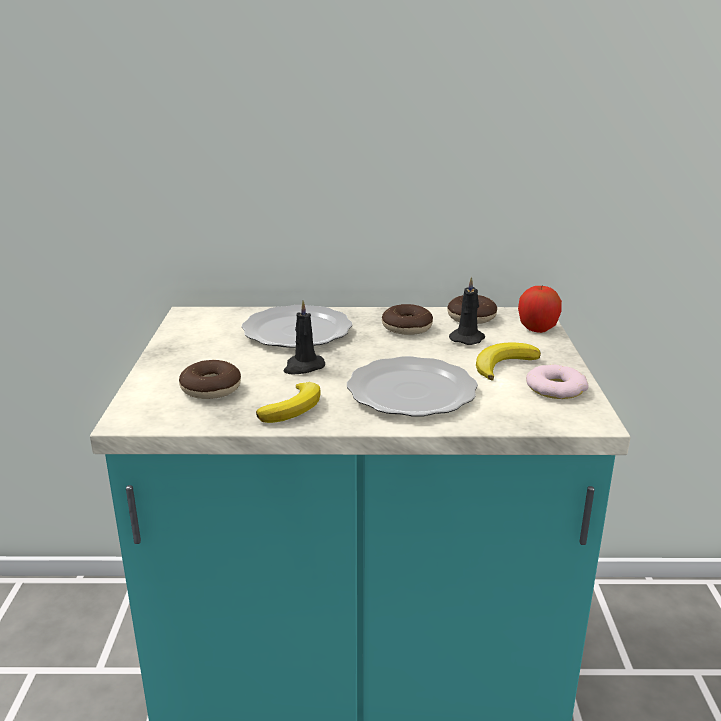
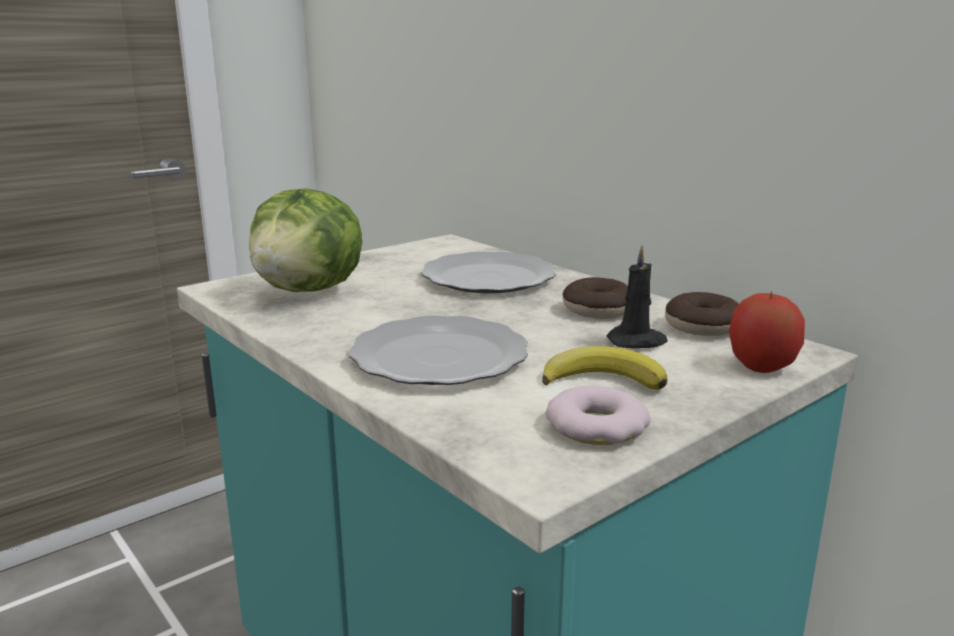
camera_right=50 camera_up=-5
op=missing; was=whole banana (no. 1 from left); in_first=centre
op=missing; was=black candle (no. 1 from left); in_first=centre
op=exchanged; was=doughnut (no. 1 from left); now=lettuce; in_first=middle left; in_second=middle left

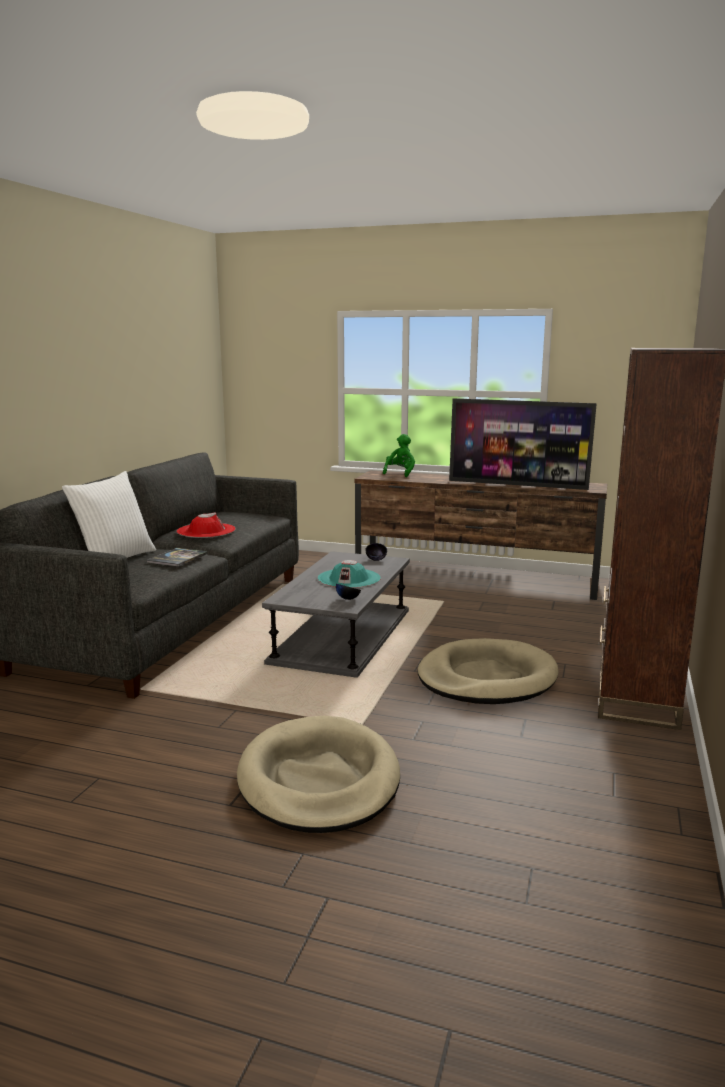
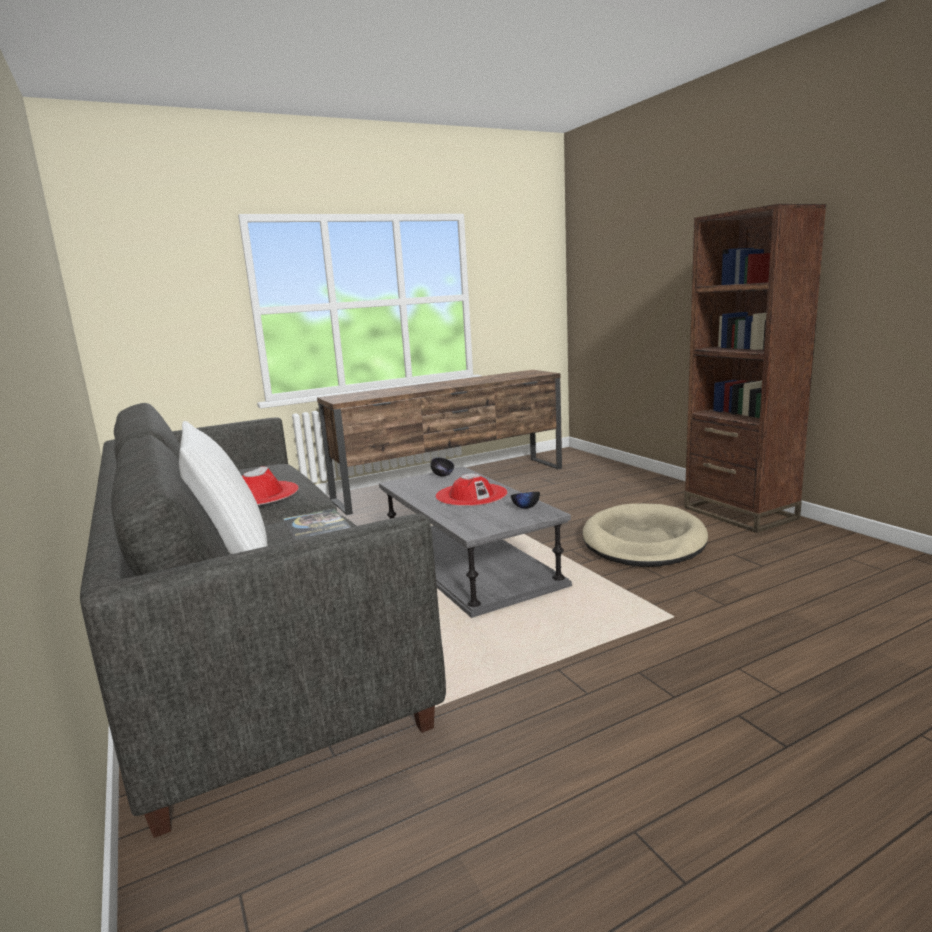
camera_right=-45 camera_up=0
op=missing; was=sand-coloured pet bed (no. 1 from left); in_first=bottom centre
op=missing; was=greenish soft toy; in_first=centre
op=missing; was=television; in_first=middle right
op=colour; was=turquoise-coloured wearable hat; now=red wearable hat (no. 2 from left); in_first=centre; in_second=centre

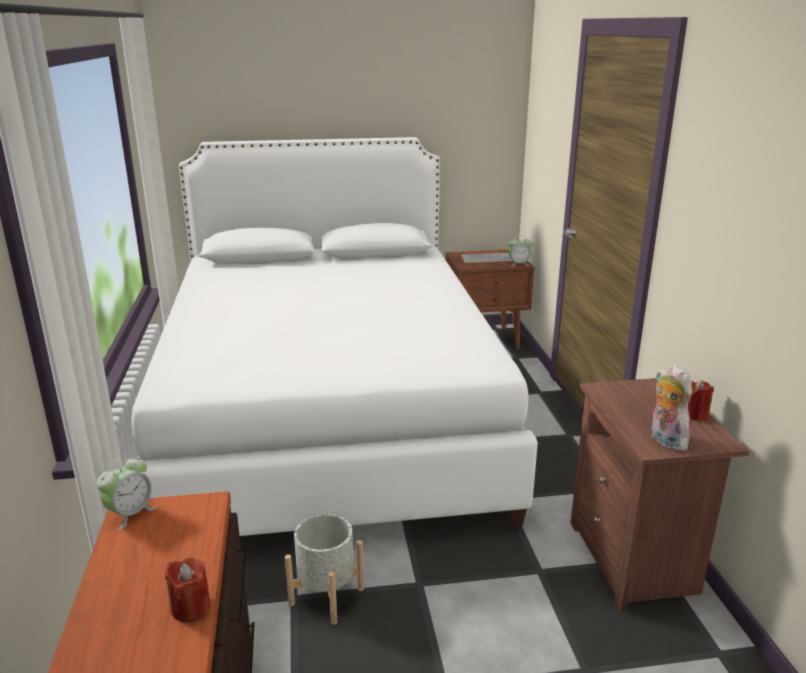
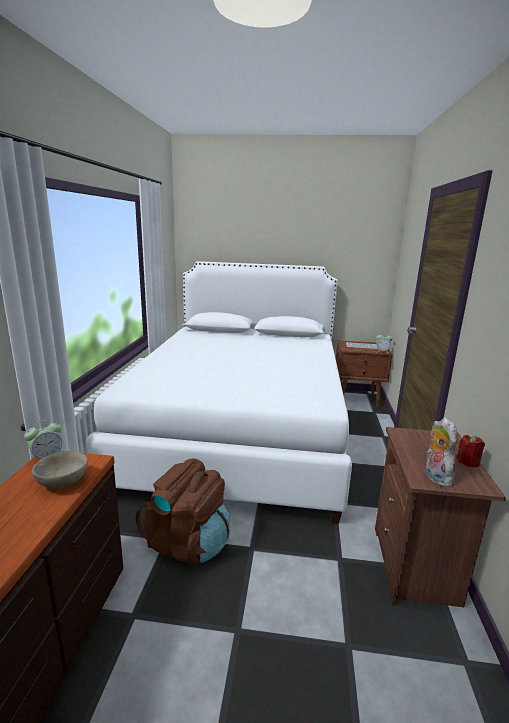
camera_right=15 camera_up=-5
op=missing; was=red candle (no. 1 from left); in_first=bottom left
op=appeared; now=sand-coloured bowl; in_second=middle left
op=exchanged; was=greyish flower pot; now=brownish backpack; in_first=bottom centre; in_second=bottom centre

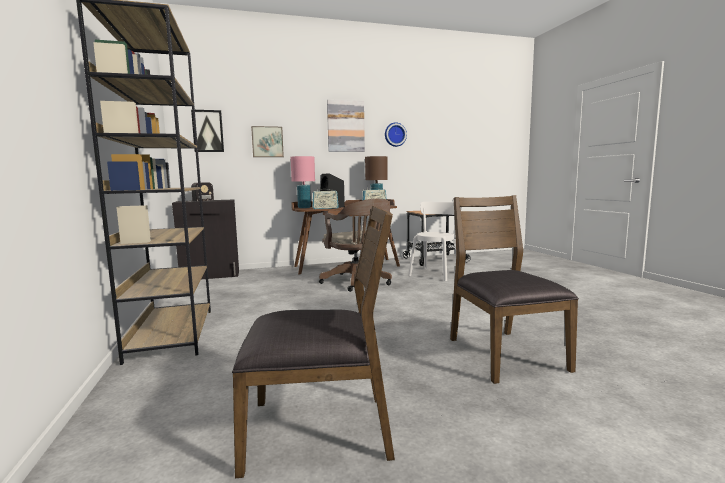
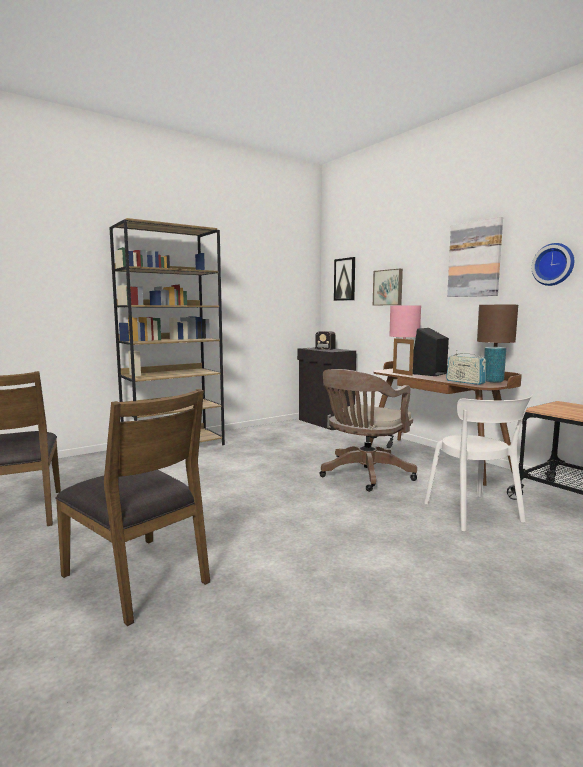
camera_right=70 camera_up=0
op=exchanged; was=radio (no. 2 from left); now=picture frame; in_first=centre; in_second=middle right
op=spun; was=white upright chair; in_first=centre; in_second=middle right; clockwise=60
op=spun; was=brownish upright chair (no. 2 from left); in_first=middle right; in_second=middle left; clockwise=75

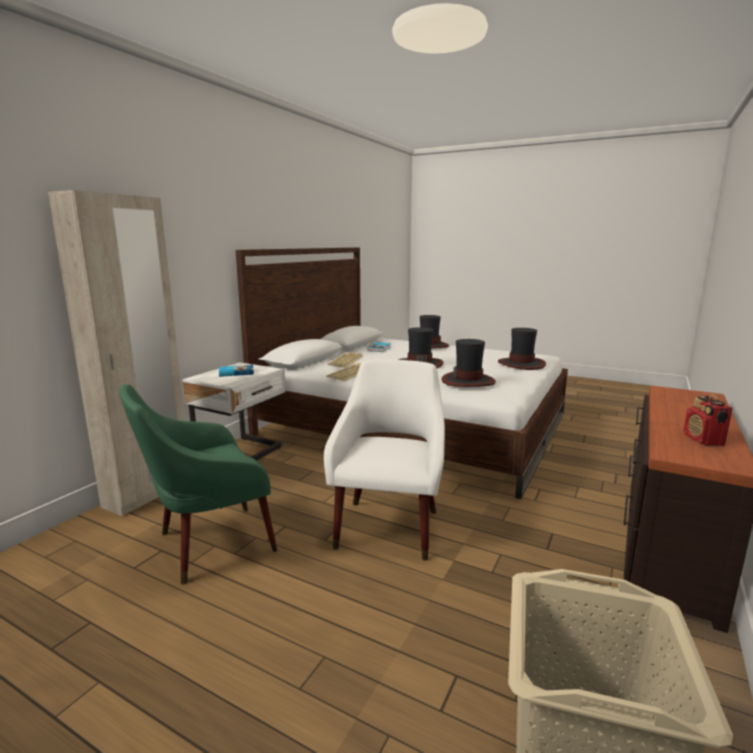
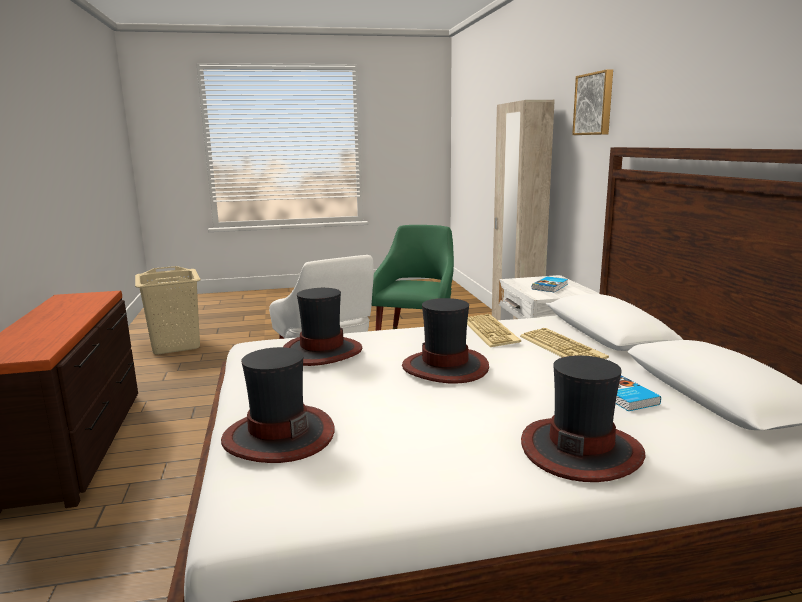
camera_right=140 camera_up=0
op=missing; was=radio; in_first=middle right
op=appeared; now=wall art; in_second=top right

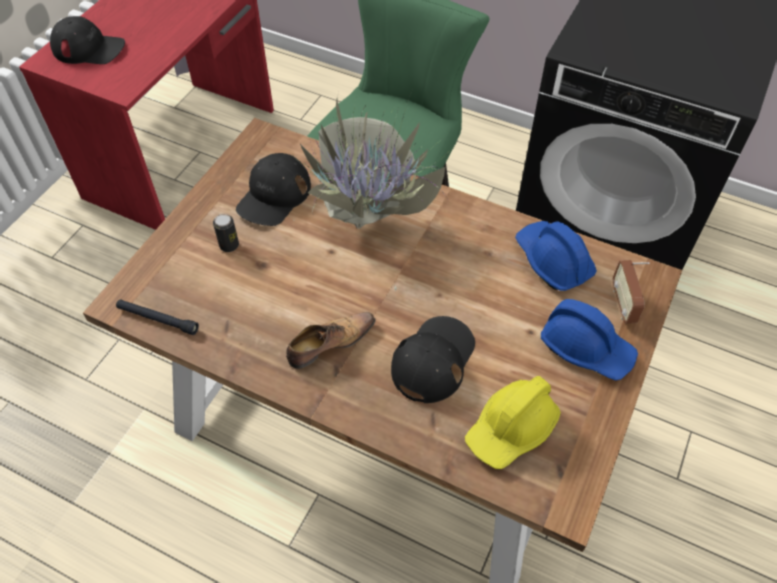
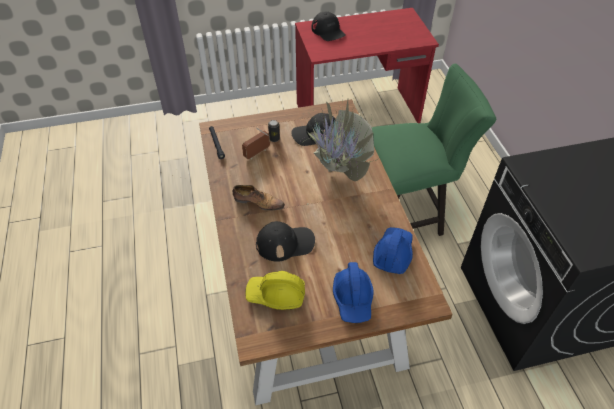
camera_right=50 camera_up=-5
op=relocated; was=radio; in_first=middle right; in_second=centre

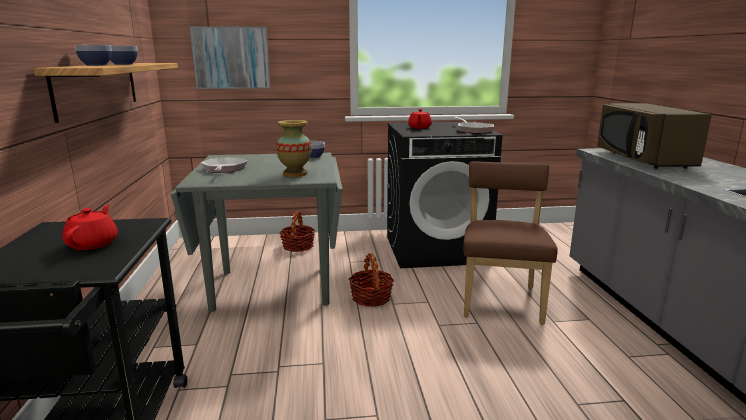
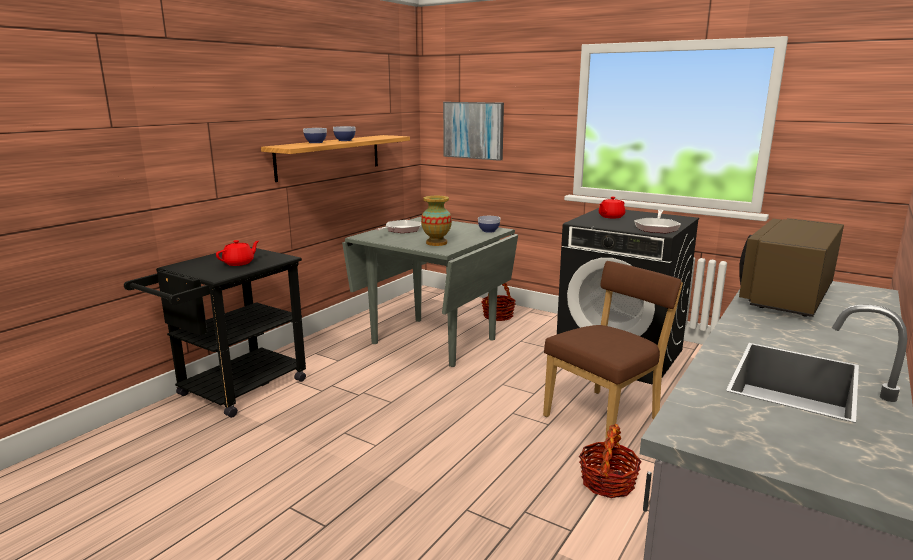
camera_right=40 camera_up=0
op=relocated; was=storage basket (no. 2 from left); in_first=bottom centre; in_second=bottom right

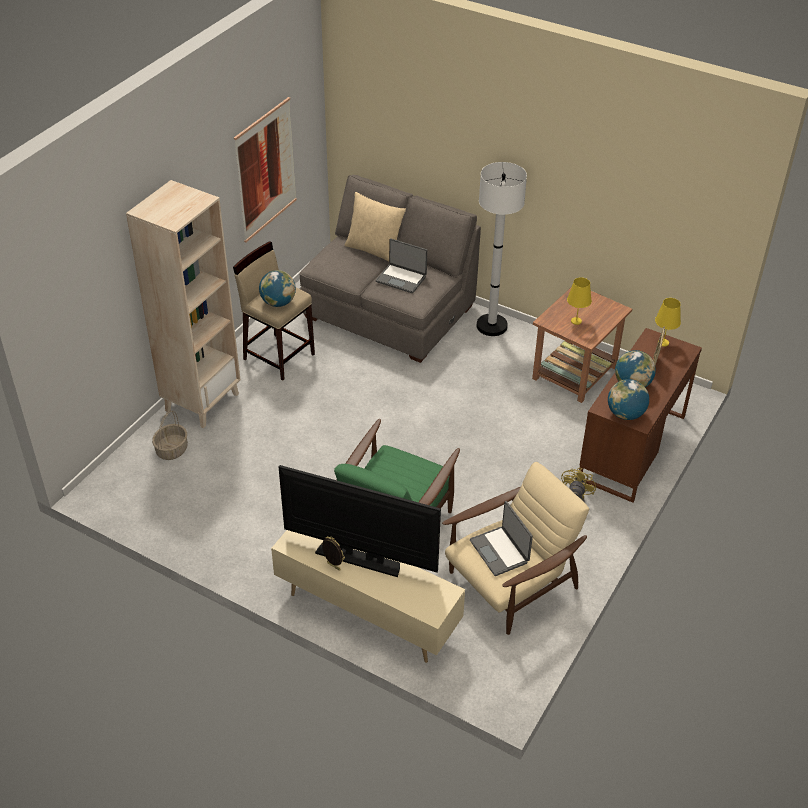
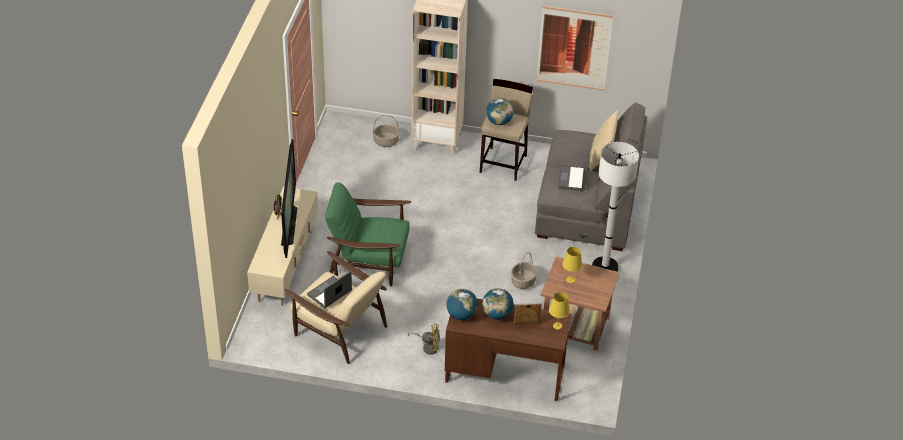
camera_right=70 camera_up=0
op=appeared; now=storage basket (no. 2 from left); in_second=centre

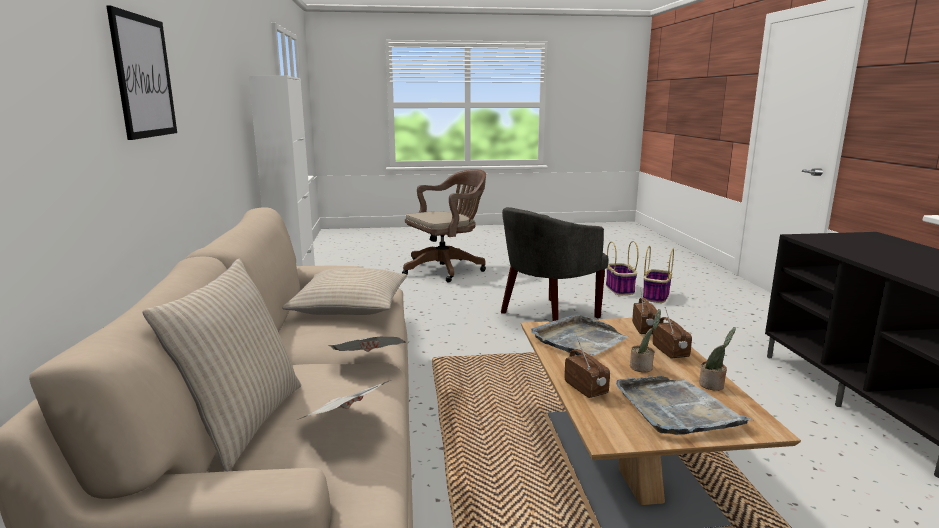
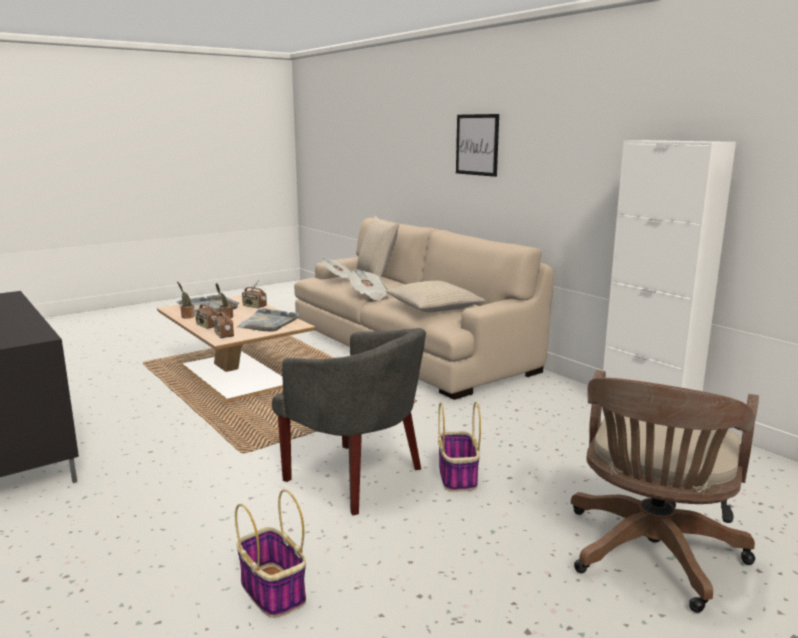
camera_right=150 camera_up=0
op=relocated; was=storage basket (no. 2 from left); in_first=middle right; in_second=bottom centre
op=spun; was=greyish lounge chair; in_first=centre; in_second=centre; clockwise=105

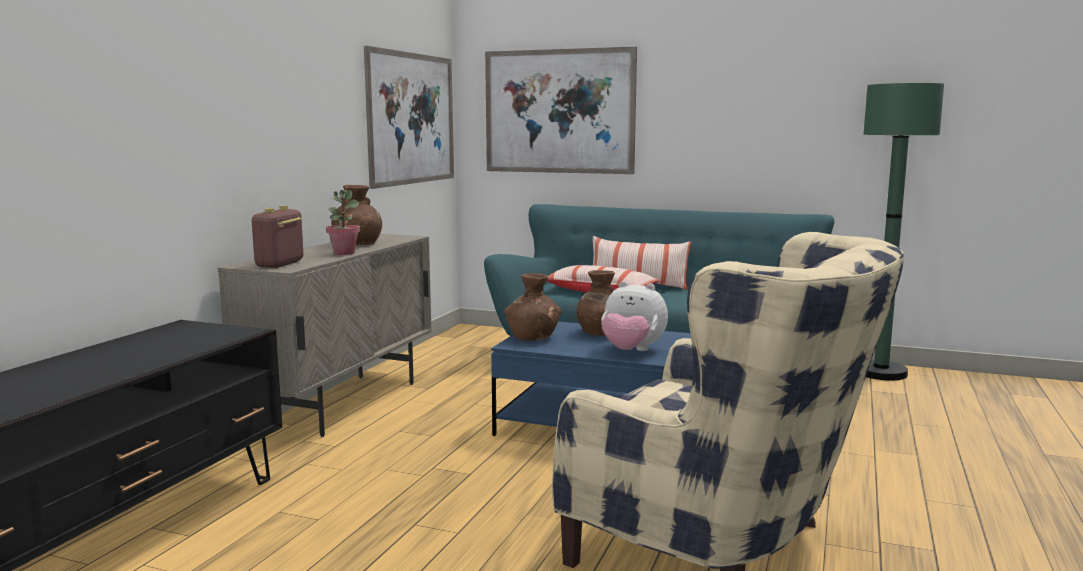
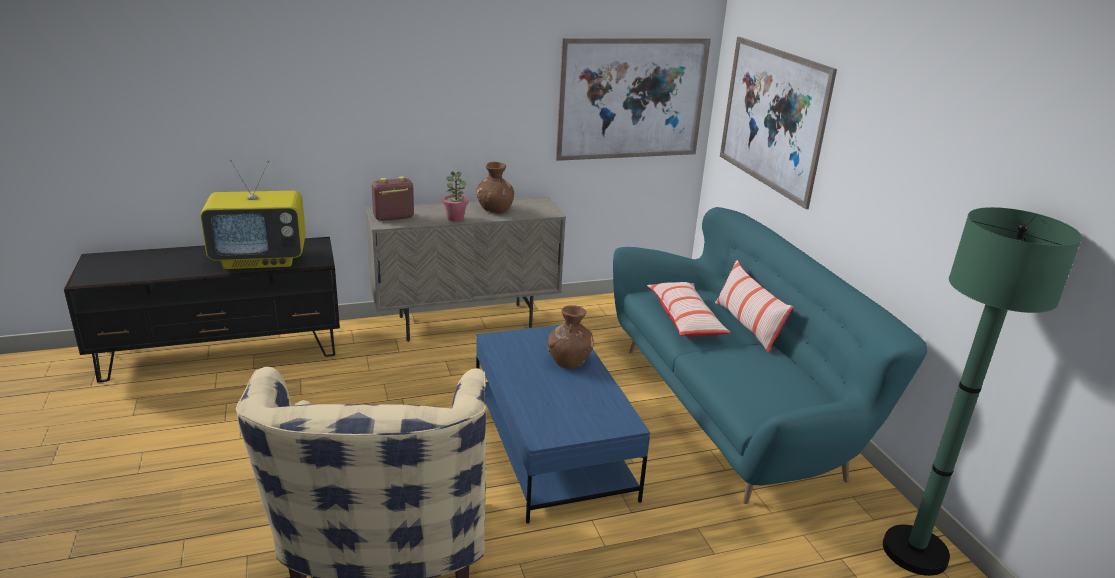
camera_right=50 camera_up=15
op=missing; was=brownish vase (no. 2 from left); in_first=centre
op=missing; was=soft toy; in_first=centre
op=appeared; now=television; in_second=middle left

